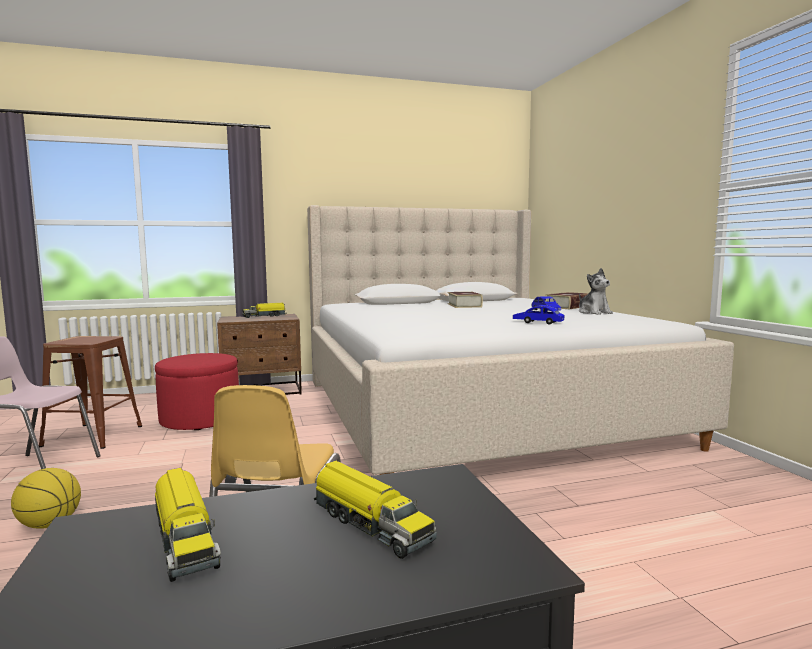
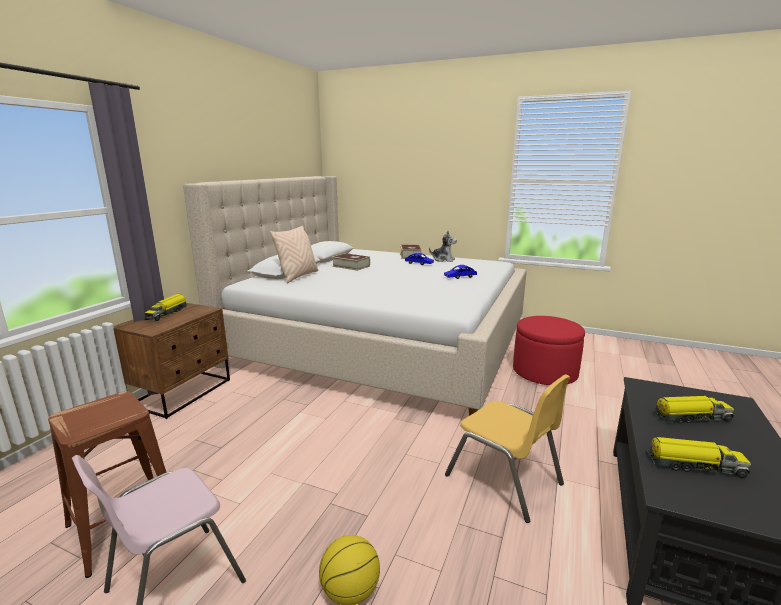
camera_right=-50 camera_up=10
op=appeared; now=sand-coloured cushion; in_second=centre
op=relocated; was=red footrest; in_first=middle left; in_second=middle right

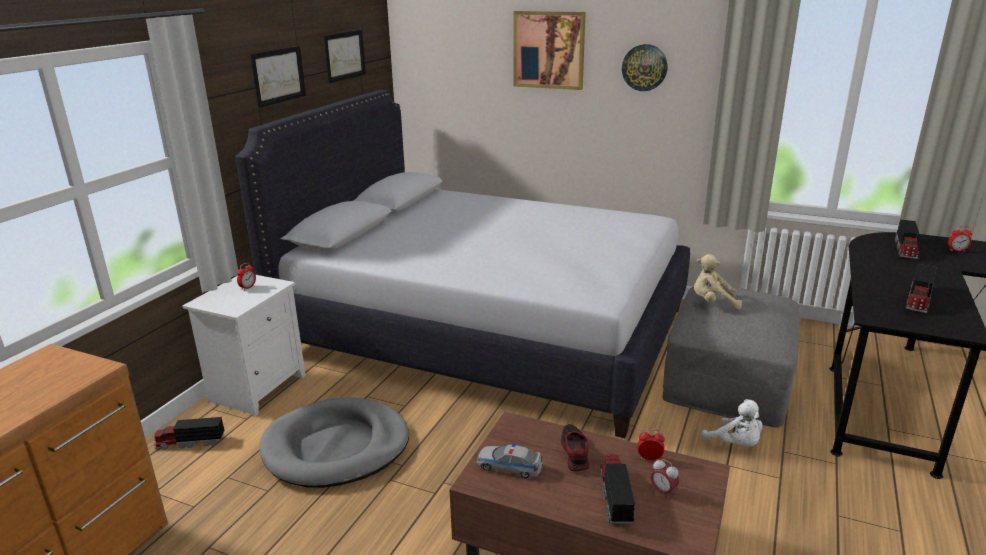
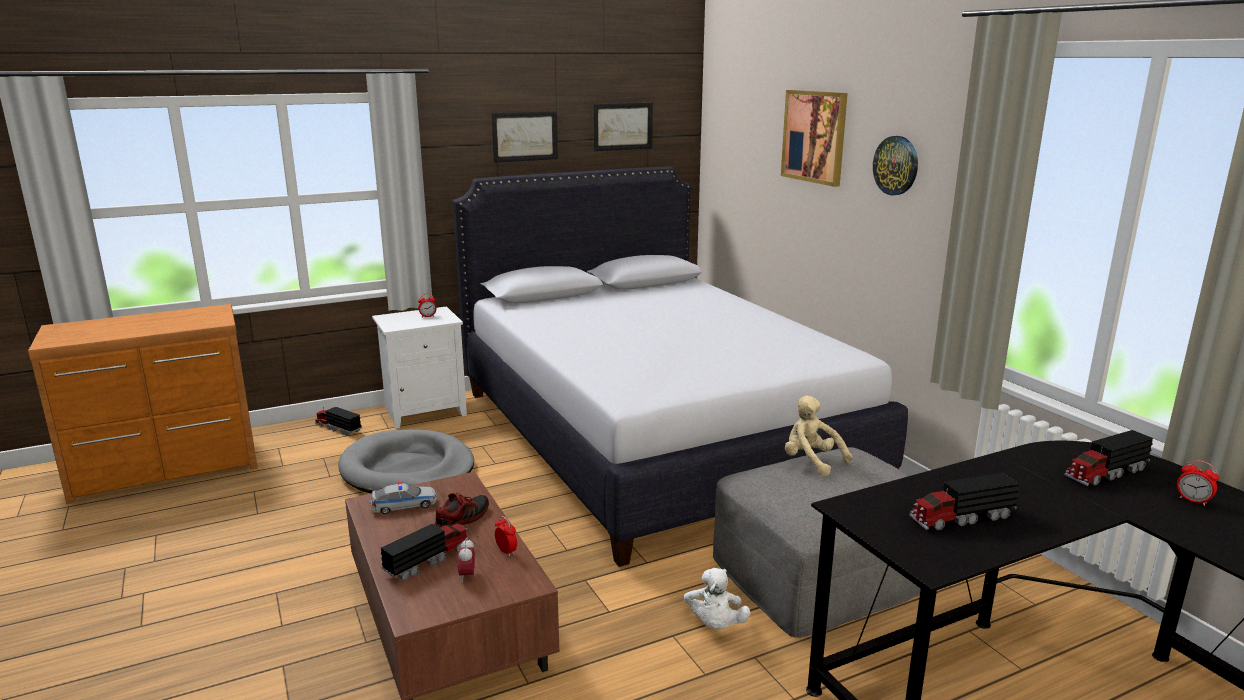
camera_right=40 camera_up=-5
op=spun; was=toy car; in_first=bottom centre; in_second=bottom left; clockwise=105

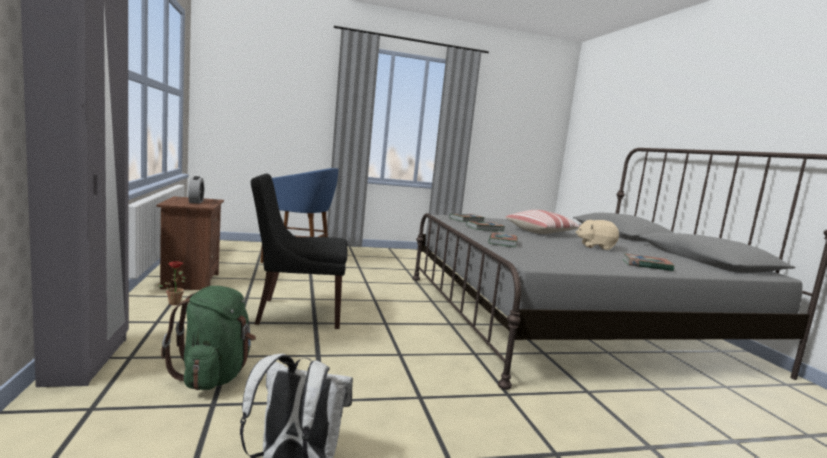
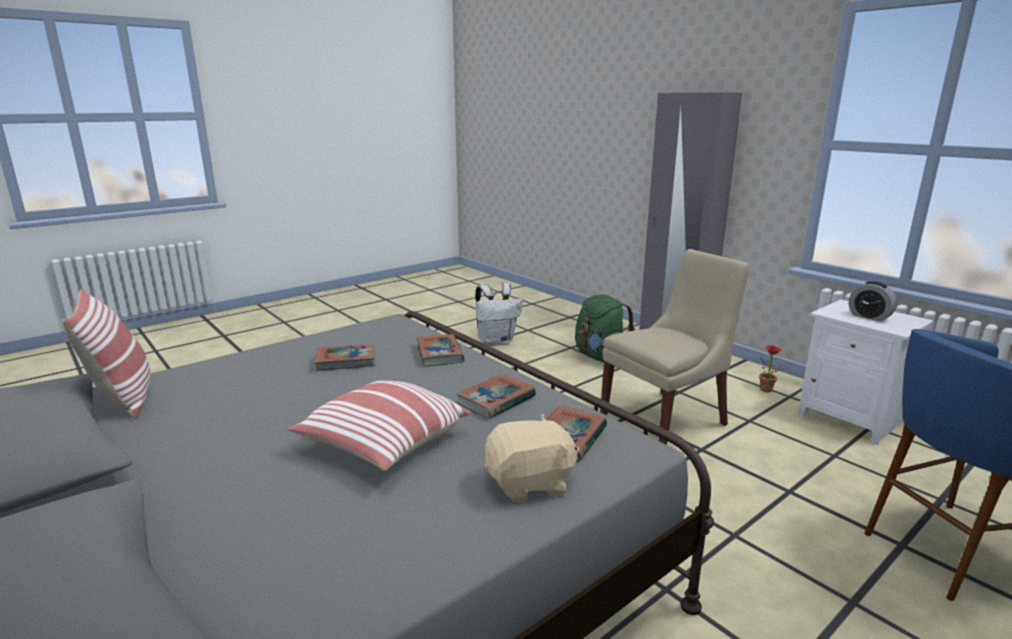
camera_right=155 camera_up=10
op=appeared; now=cushion (no. 1 from left); in_second=middle left
op=relocated; was=sand-coloured soft toy; in_first=middle right; in_second=bottom centre
op=relocated; was=bound book (no. 4 from left in the first image); now=bound book (no. 1 from left); in_first=middle right; in_second=centre
op=colour; was=brownish night table; now=white night table; in_first=middle left; in_second=middle right
op=colour; was=black upright chair; now=sand-coloured upright chair; in_first=centre; in_second=middle right

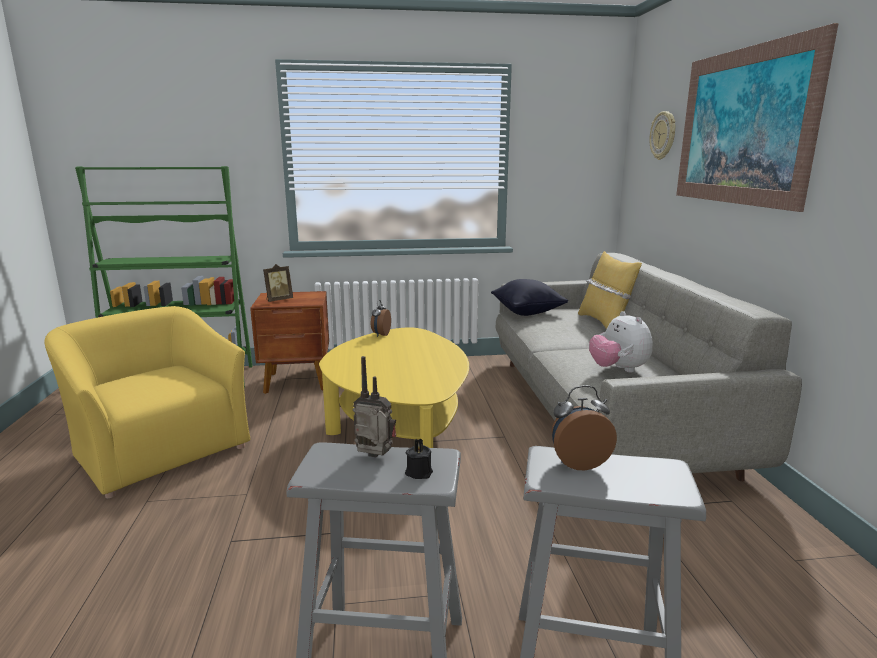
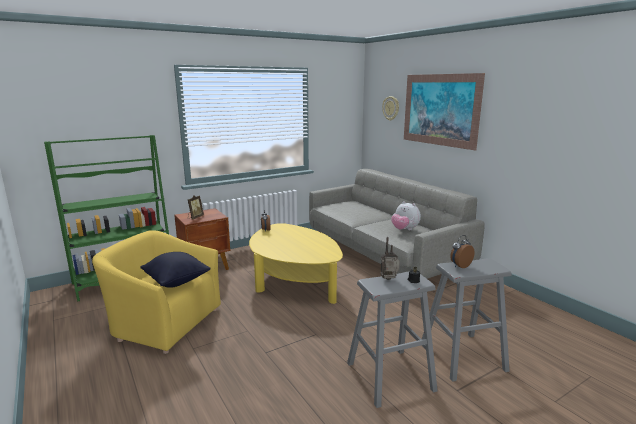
camera_right=-25 camera_up=0
op=missing; was=yellow cushion; in_first=middle right
op=relocated; was=black cushion; in_first=centre; in_second=middle left

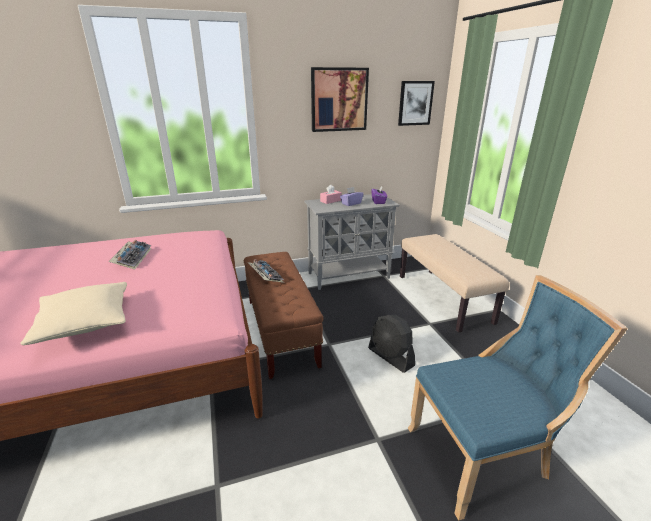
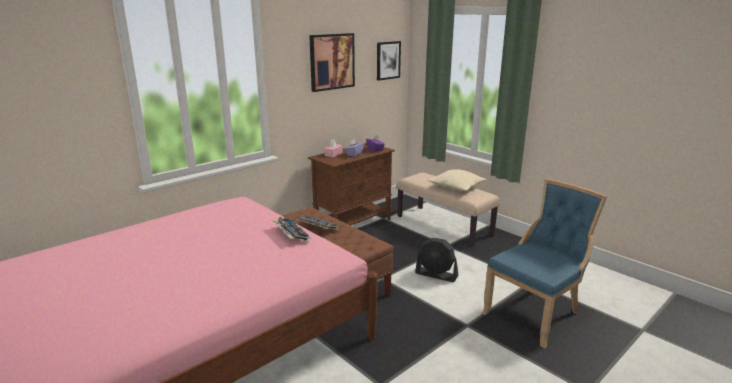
camera_right=-25 camera_up=-5
op=relocated; was=sand-coloured cushion; in_first=middle left; in_second=centre
op=relocated; was=PC keyboard (no. 1 from left); in_first=middle left; in_second=centre
op=colour; was=greyish cupboard; now=brownish cupboard; in_first=centre; in_second=centre

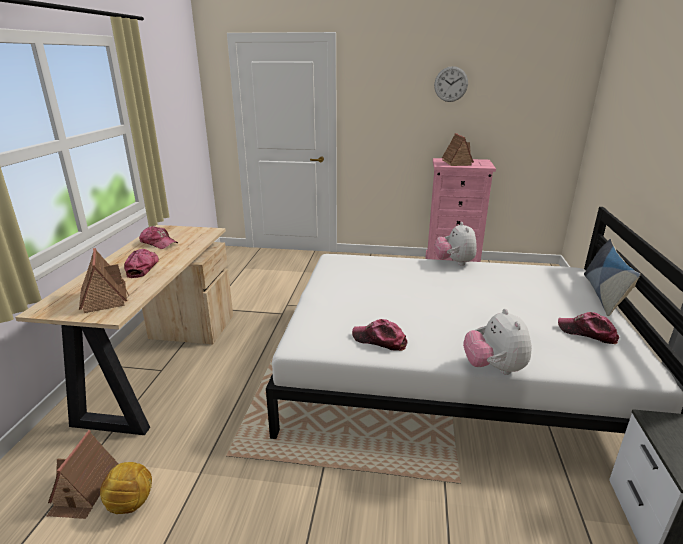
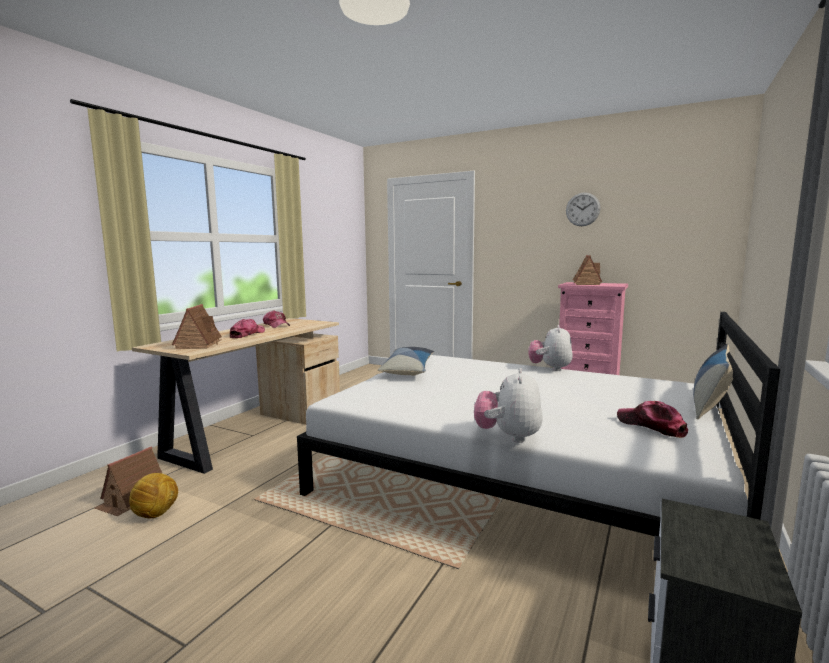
camera_right=20 camera_up=-15
op=missing; was=peaked cap (no. 3 from left); in_first=centre
op=appeared; now=cushion (no. 1 from left); in_second=centre

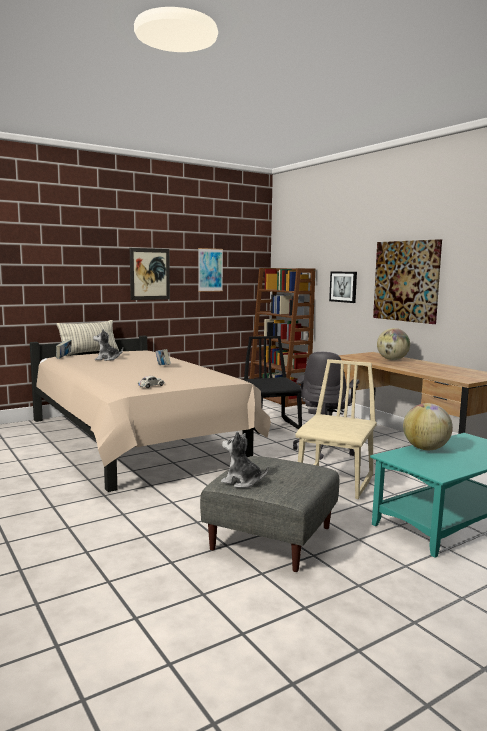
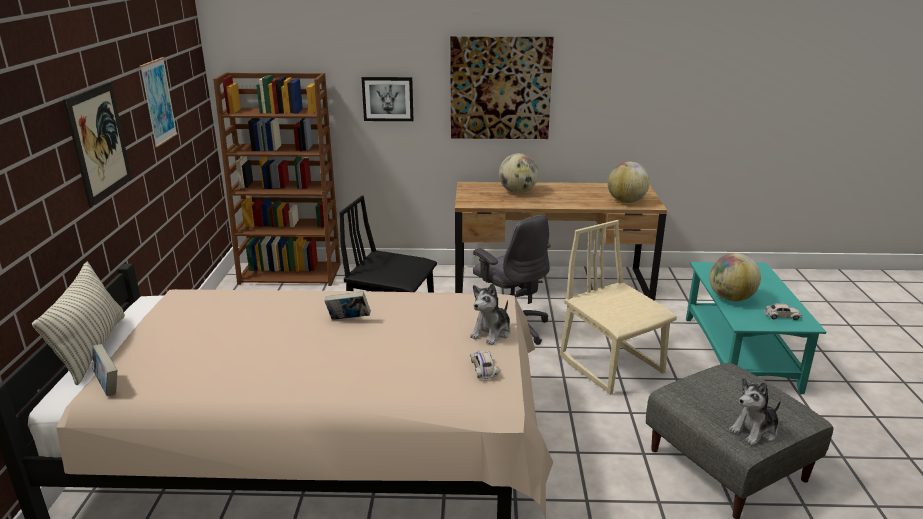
camera_right=-55 camera_up=15
op=appeared; now=globe (no. 2 from left); in_second=middle right
op=appeared; now=white toy car (no. 2 from left); in_second=middle right
op=relocated; was=soft toy (no. 1 from left); in_first=middle left; in_second=centre

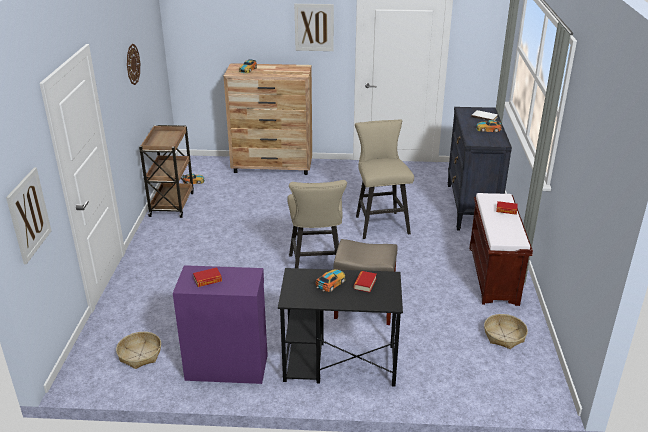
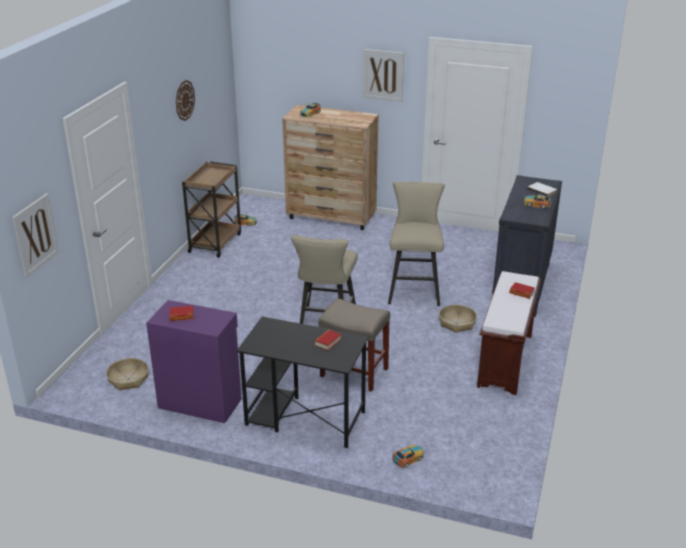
camera_right=15 camera_up=0
op=relocated; was=toy car (no. 3 from left); in_first=centre; in_second=bottom centre
op=relocated; was=storage basket (no. 2 from left); in_first=bottom right; in_second=middle right

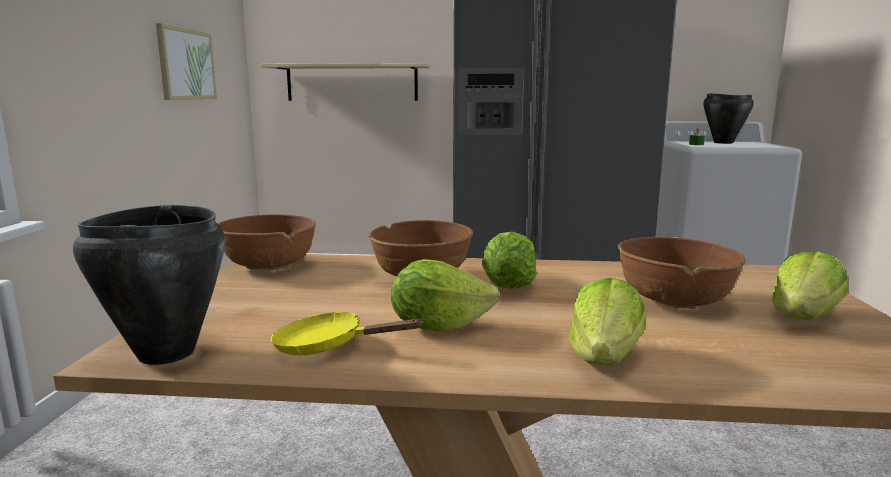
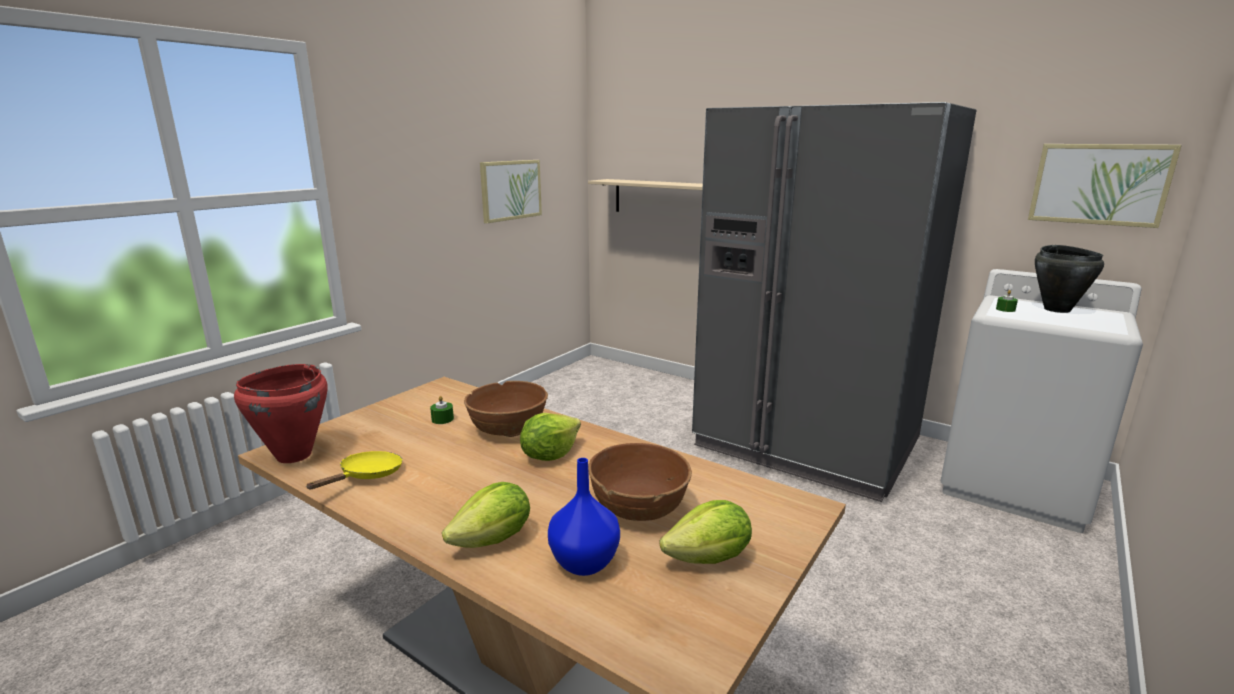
camera_right=30 camera_up=5
op=missing; was=brownish bowl (no. 1 from left); in_first=middle left
op=missing; was=lettuce (no. 1 from left); in_first=centre
op=appeared; now=greenish candle (no. 1 from left); in_second=centre
op=appeared; now=blue-coloured vase; in_second=bottom centre
op=appeared; now=wall art (no. 2 from left); in_second=top right
op=colour; was=black cooking pot (no. 1 from left); now=red cooking pot; in_first=middle left; in_second=middle left
op=spun; was=yellow frying pan; in_first=bottom centre; in_second=bottom left; clockwise=75

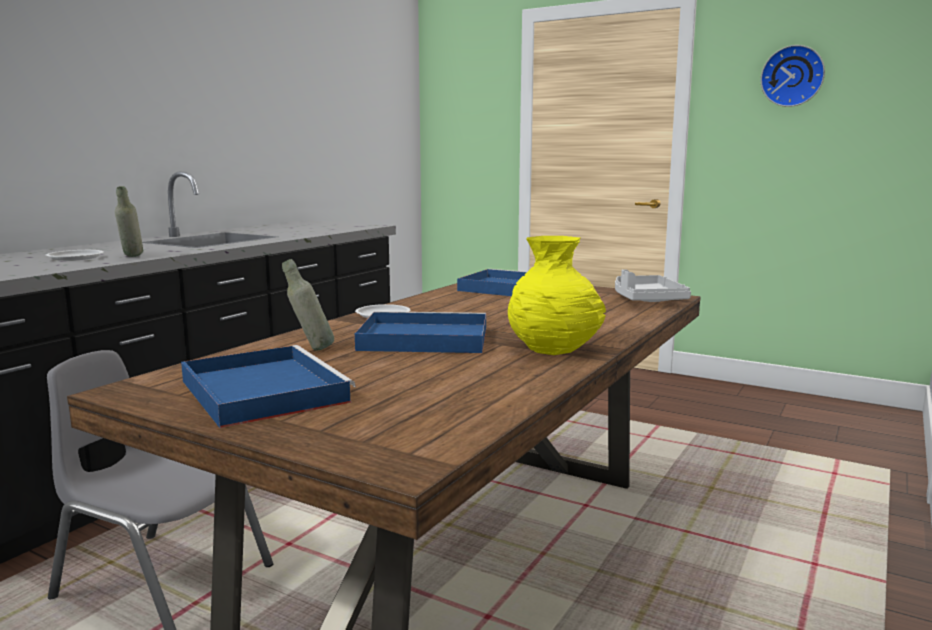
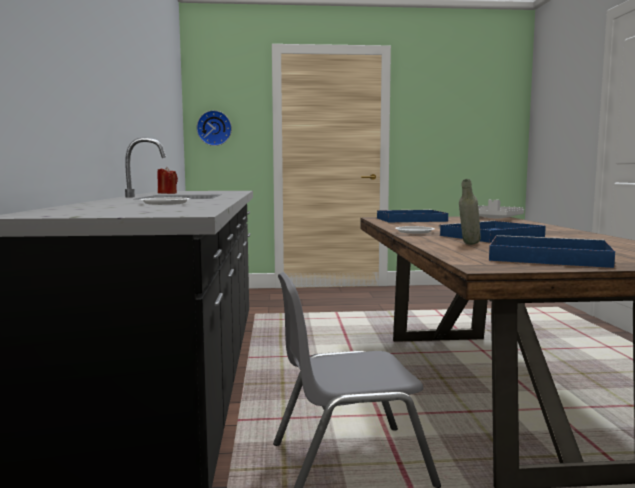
camera_right=-35 camera_up=-5
op=missing; was=greyish drink bottle (no. 1 from left); in_first=middle left
op=missing; was=yellow vase; in_first=centre
op=appeared; now=red candle; in_second=middle left
op=relocated; was=hanging clock; in_first=top right; in_second=top centre

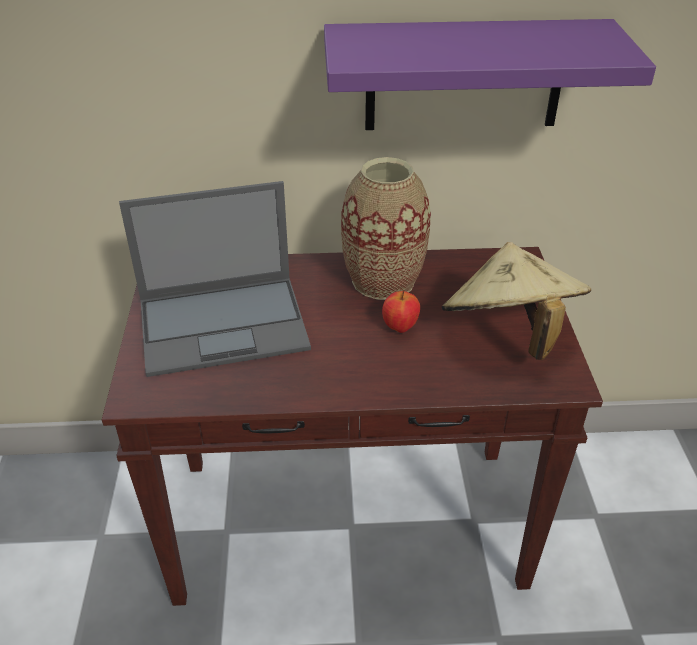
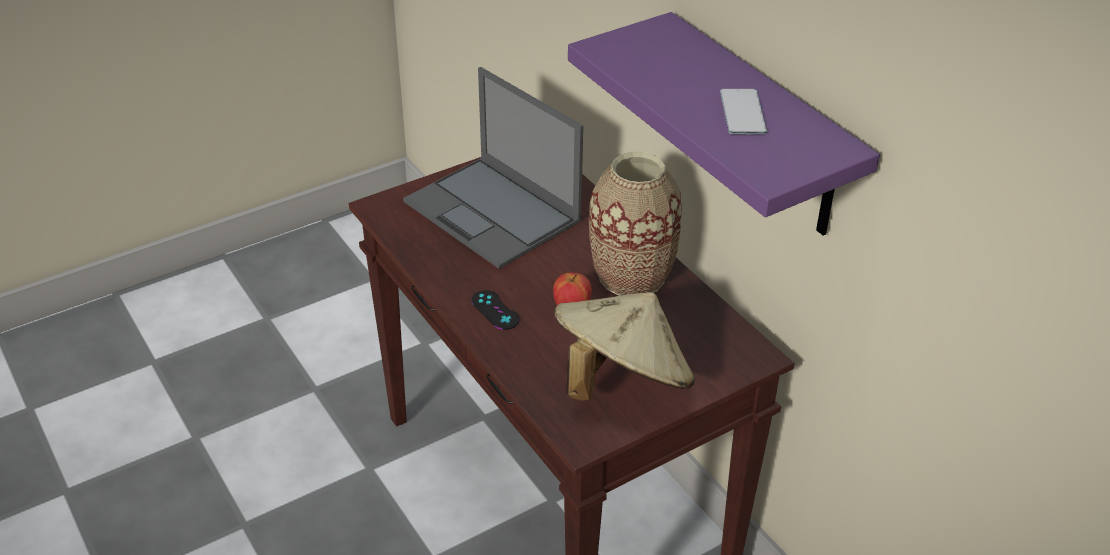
camera_right=60 camera_up=0
op=appeared; now=black gamepad; in_second=centre
op=appeared; now=handset; in_second=top right

